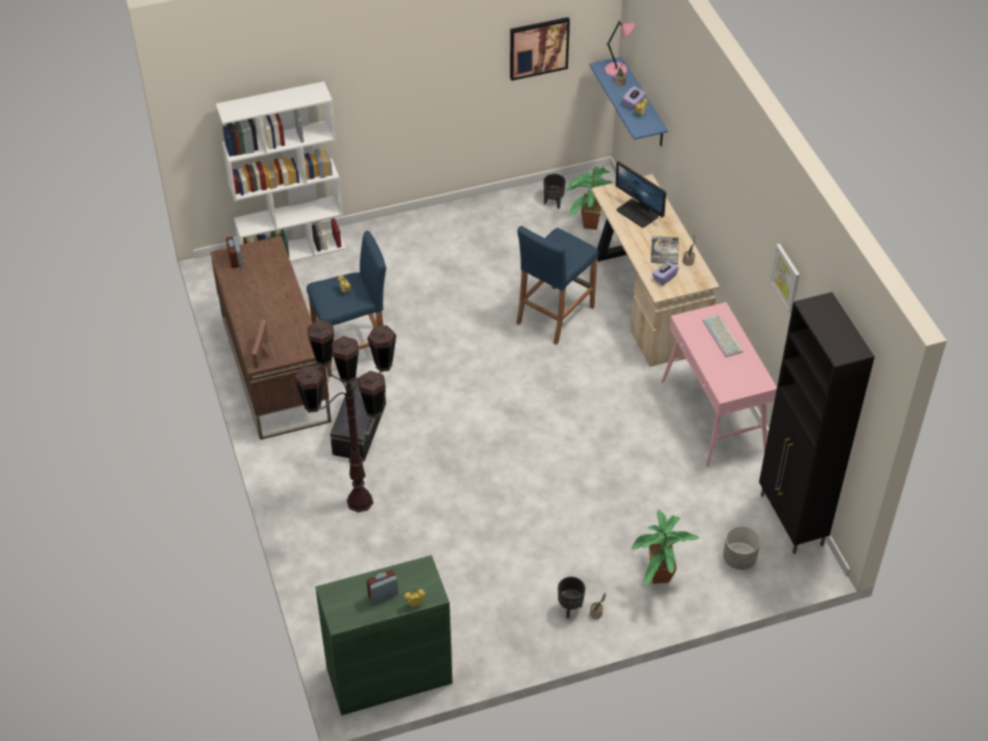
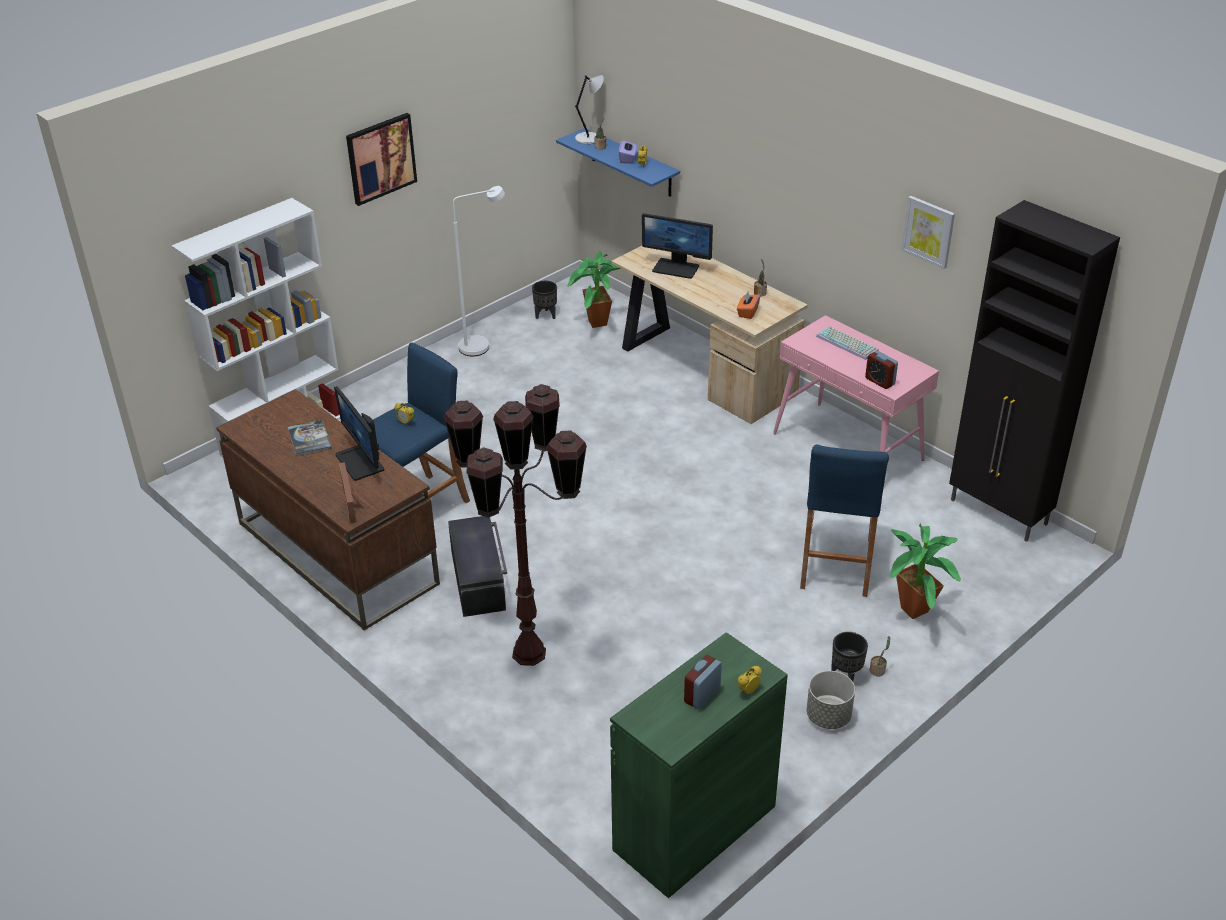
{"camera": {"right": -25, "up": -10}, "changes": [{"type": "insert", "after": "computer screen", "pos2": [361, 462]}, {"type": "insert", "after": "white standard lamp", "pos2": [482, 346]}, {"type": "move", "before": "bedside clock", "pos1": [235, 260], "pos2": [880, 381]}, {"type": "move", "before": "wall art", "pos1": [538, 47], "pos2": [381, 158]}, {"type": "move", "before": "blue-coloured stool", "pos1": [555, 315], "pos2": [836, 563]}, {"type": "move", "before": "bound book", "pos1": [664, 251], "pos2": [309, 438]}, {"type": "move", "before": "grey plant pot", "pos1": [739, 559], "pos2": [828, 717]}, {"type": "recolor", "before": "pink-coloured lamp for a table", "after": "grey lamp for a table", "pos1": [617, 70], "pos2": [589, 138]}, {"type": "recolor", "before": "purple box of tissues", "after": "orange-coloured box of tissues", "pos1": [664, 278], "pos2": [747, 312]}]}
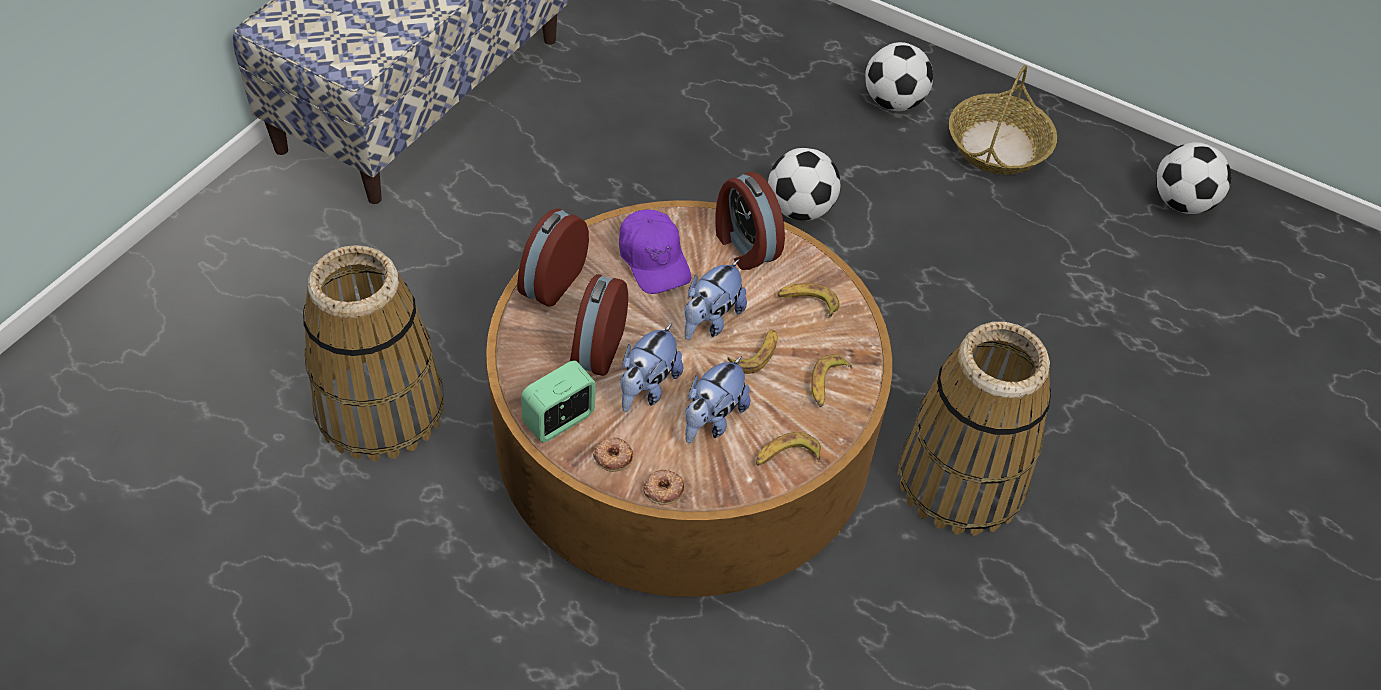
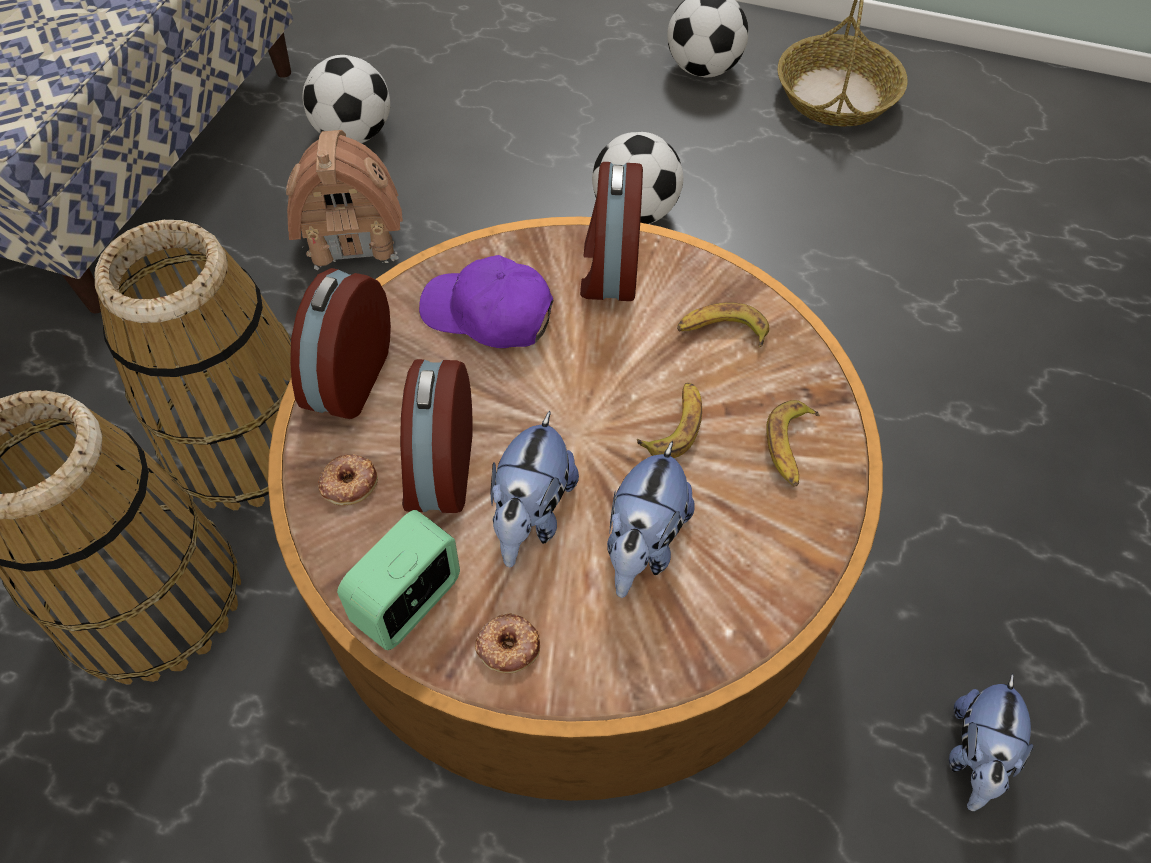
{"camera": {"right": -10, "up": 5}, "changes": [{"type": "delete", "before": "banana", "pos1": [786, 456]}, {"type": "insert", "after": "toy house", "pos2": [353, 236]}, {"type": "move", "before": "doughnut", "pos1": [663, 489], "pos2": [348, 482]}, {"type": "move", "before": "plush toy", "pos1": [711, 320], "pos2": [975, 755]}, {"type": "move", "before": "storage basket", "pos1": [961, 481], "pos2": [247, 441]}, {"type": "move", "before": "football ball", "pos1": [1181, 203], "pos2": [354, 134]}, {"type": "rotate", "before": "purple cap", "pos1": [654, 259], "pos2": [488, 314], "turn": 150}, {"type": "rotate", "before": "bedside clock", "pos1": [744, 246], "pos2": [609, 269], "turn": 45}]}
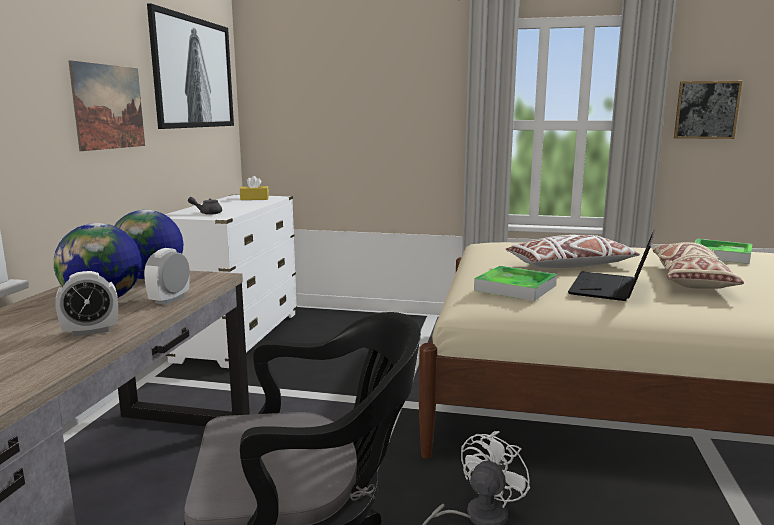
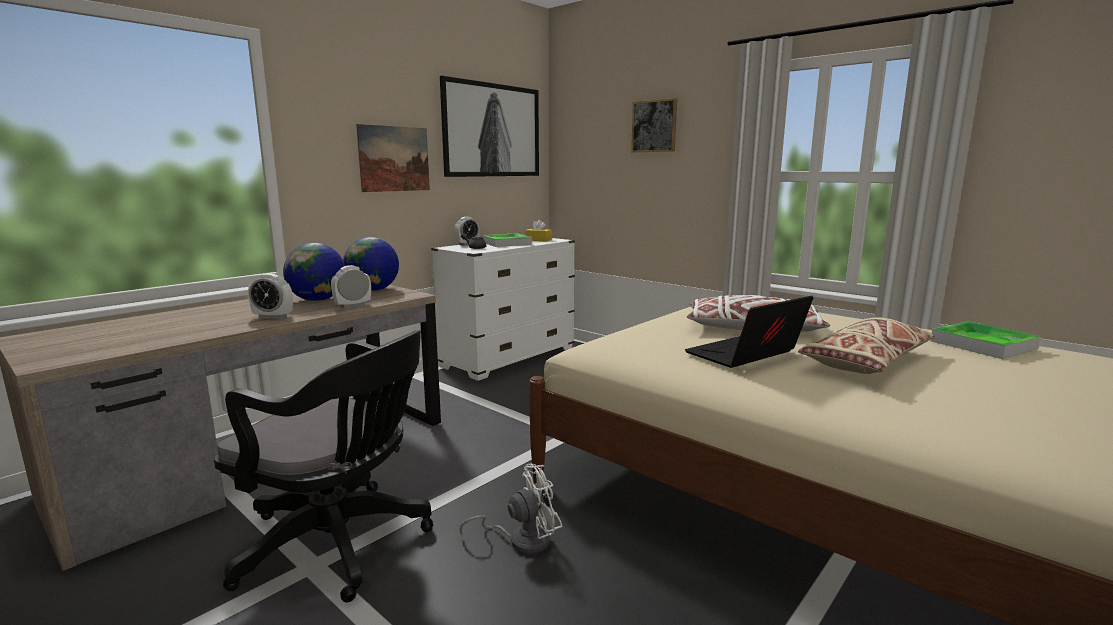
{"camera": {"right": 30, "up": 0}, "changes": [{"type": "insert", "after": "bedside clock", "pos2": [467, 244]}, {"type": "move", "before": "tray", "pos1": [515, 288], "pos2": [506, 243]}, {"type": "move", "before": "wall art", "pos1": [706, 110], "pos2": [654, 126]}]}
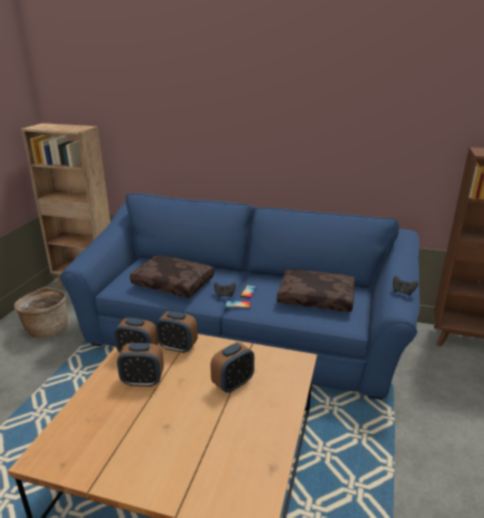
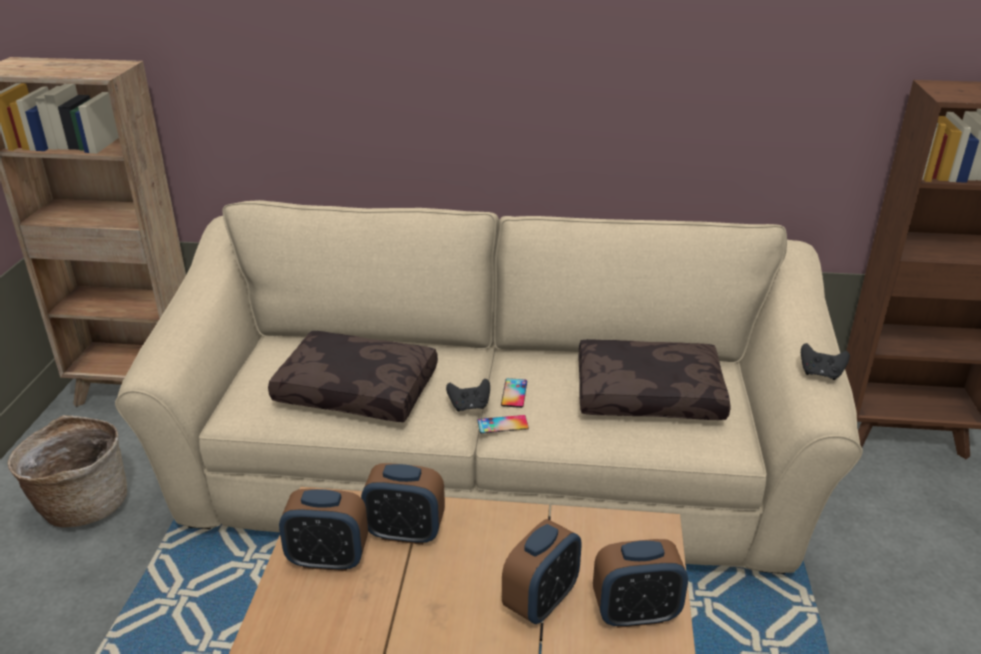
{"camera": {"right": -10, "up": 5}, "changes": [{"type": "move", "before": "bedside clock", "pos1": [142, 381], "pos2": [635, 613]}, {"type": "recolor", "before": "blue-coloured settee", "after": "sand-coloured settee", "pos1": [242, 334], "pos2": [491, 468]}]}
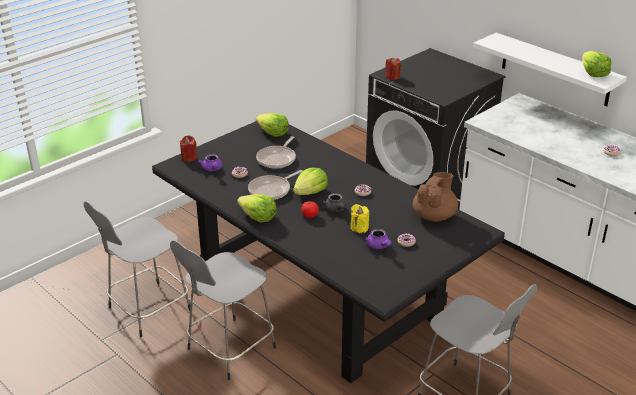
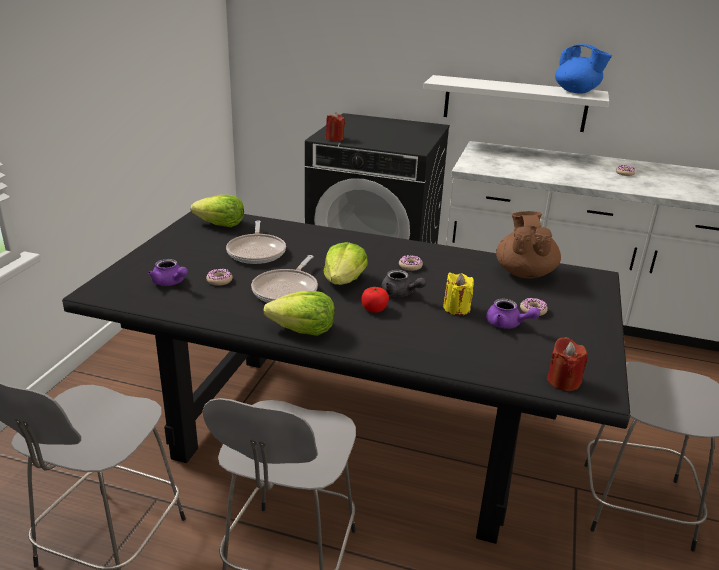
{"camera": {"right": -30, "up": -5}, "changes": [{"type": "move", "before": "red-coloured wax candle", "pos1": [189, 157], "pos2": [563, 381]}, {"type": "replace", "before": "head of lettuce", "after": "blue-coloured tea pot", "pos1": [593, 73], "pos2": [577, 92]}]}
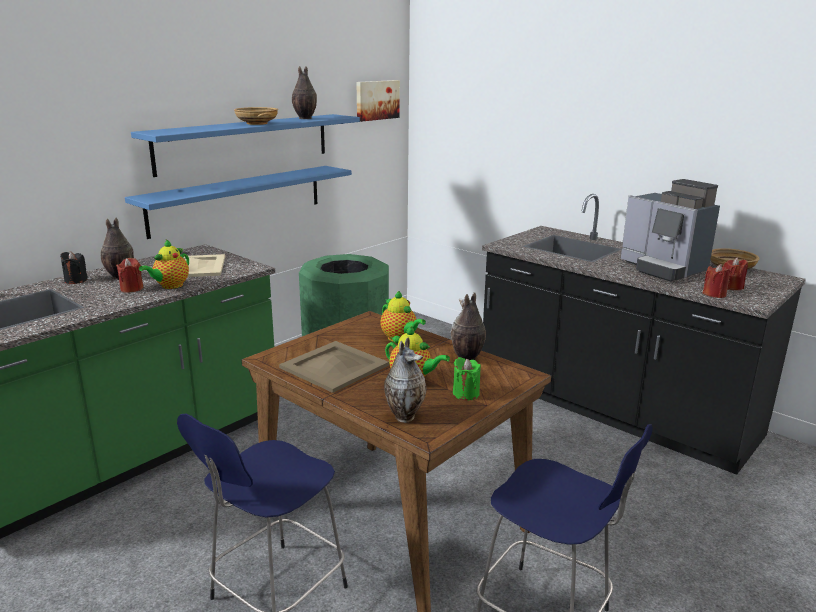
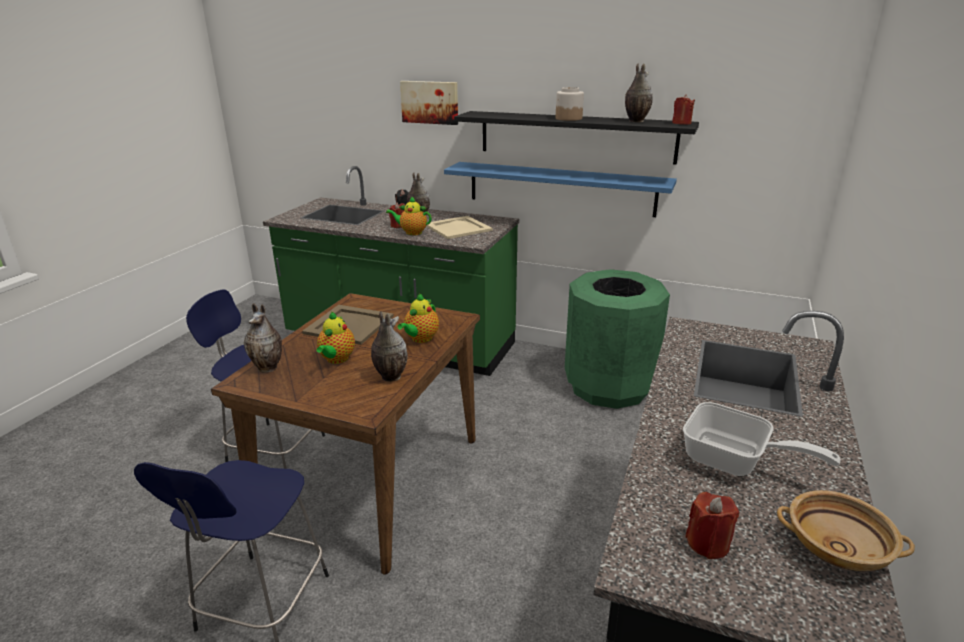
{"camera": {"right": 70, "up": 5}, "changes": [{"type": "delete", "before": "green-coloured wax candle", "pos1": [466, 394]}, {"type": "move", "before": "wall art", "pos1": [376, 100], "pos2": [430, 102]}, {"type": "move", "before": "red-coloured wax candle", "pos1": [714, 294], "pos2": [681, 123]}, {"type": "replace", "before": "sand-coloured serving bowl", "after": "preserve jar", "pos1": [256, 123], "pos2": [568, 118]}, {"type": "replace", "before": "coffee maker", "after": "skillet", "pos1": [663, 269], "pos2": [734, 461]}, {"type": "recolor", "before": "blue-coloured wall shelf", "after": "black wall shelf", "pos1": [245, 143], "pos2": [576, 136]}]}
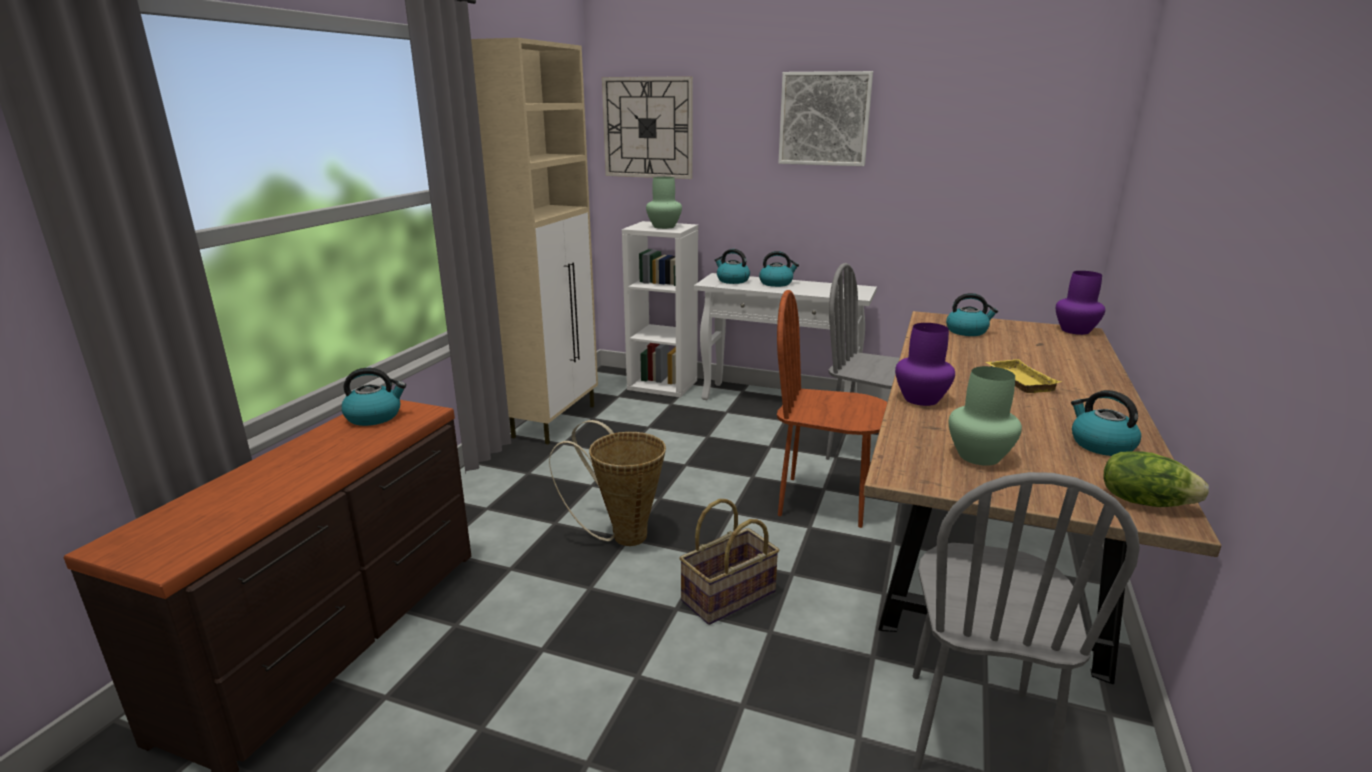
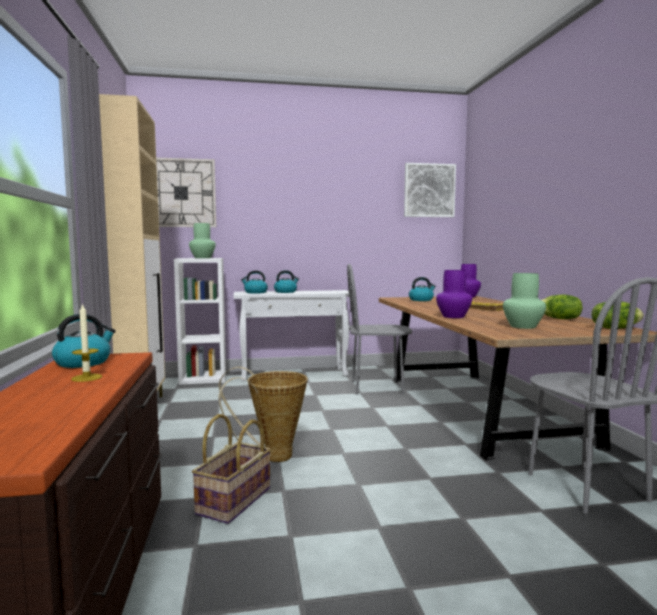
{"camera": {"right": -30, "up": -15}, "changes": [{"type": "delete", "before": "brownish upright chair", "pos1": [824, 502]}, {"type": "insert", "after": "wax candle", "pos2": [86, 377]}, {"type": "move", "before": "storage basket", "pos1": [729, 597], "pos2": [235, 501]}, {"type": "move", "before": "wall art", "pos1": [824, 119], "pos2": [429, 190]}, {"type": "replace", "before": "tea kettle", "after": "head of lettuce", "pos1": [1101, 445], "pos2": [559, 319]}]}
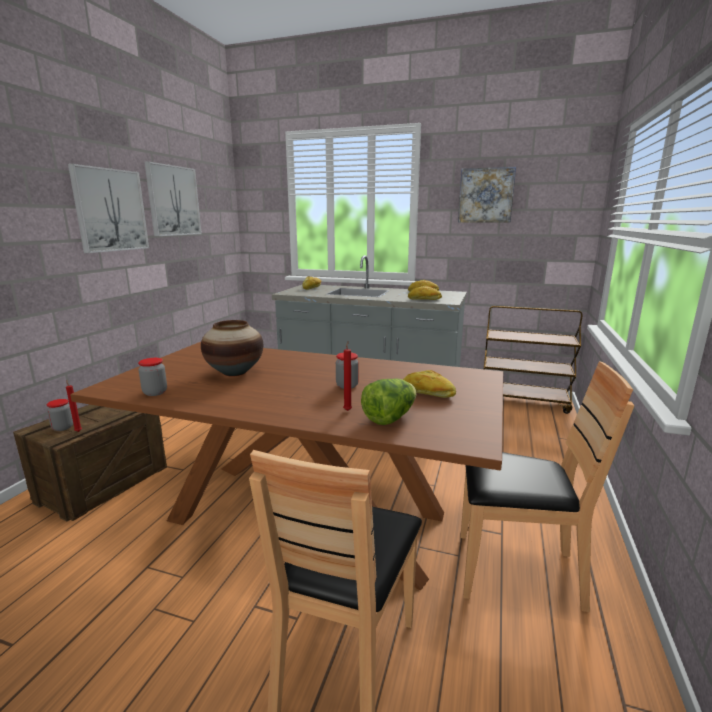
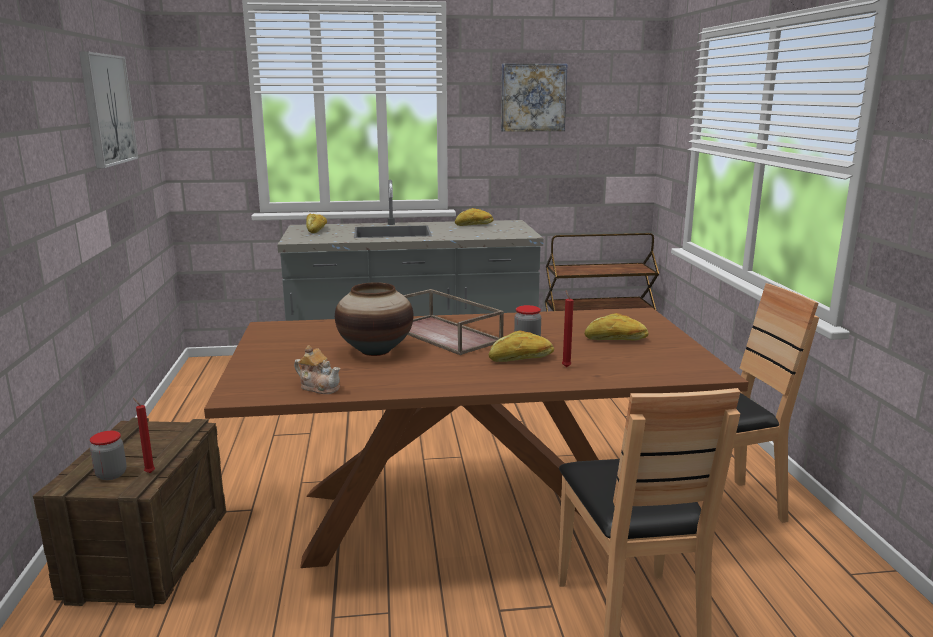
{"camera": {"right": -25, "up": 0}, "changes": [{"type": "delete", "before": "wall art", "pos1": [110, 210]}, {"type": "delete", "before": "head of lettuce", "pos1": [389, 418]}, {"type": "insert", "after": "brownish tray", "pos2": [446, 334]}, {"type": "move", "before": "bakery bread", "pos1": [424, 299], "pos2": [521, 359]}, {"type": "replace", "before": "preserve jar", "after": "tea pot", "pos1": [155, 392], "pos2": [319, 387]}]}
